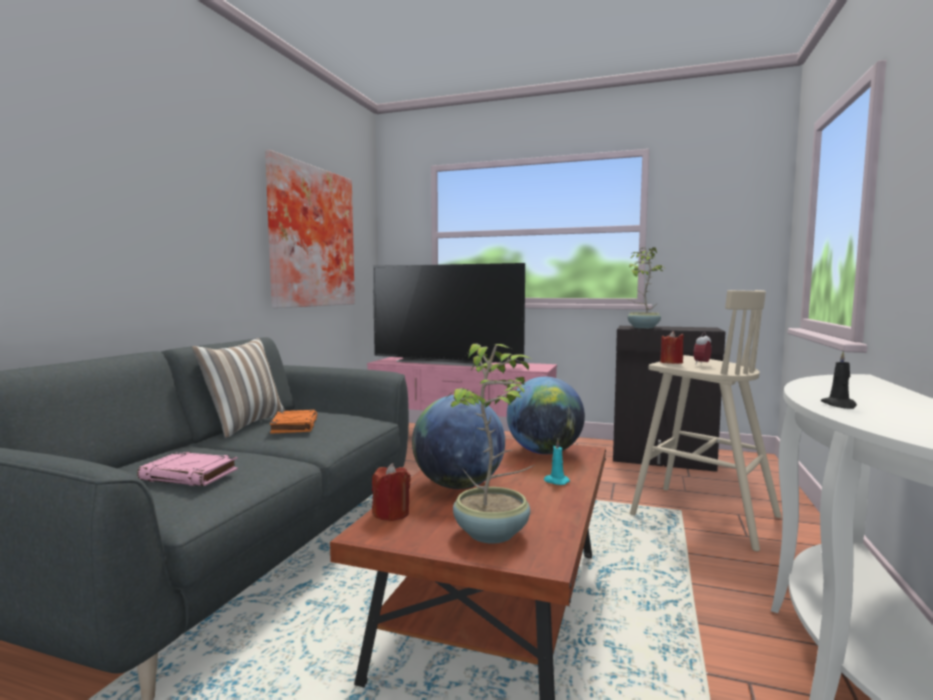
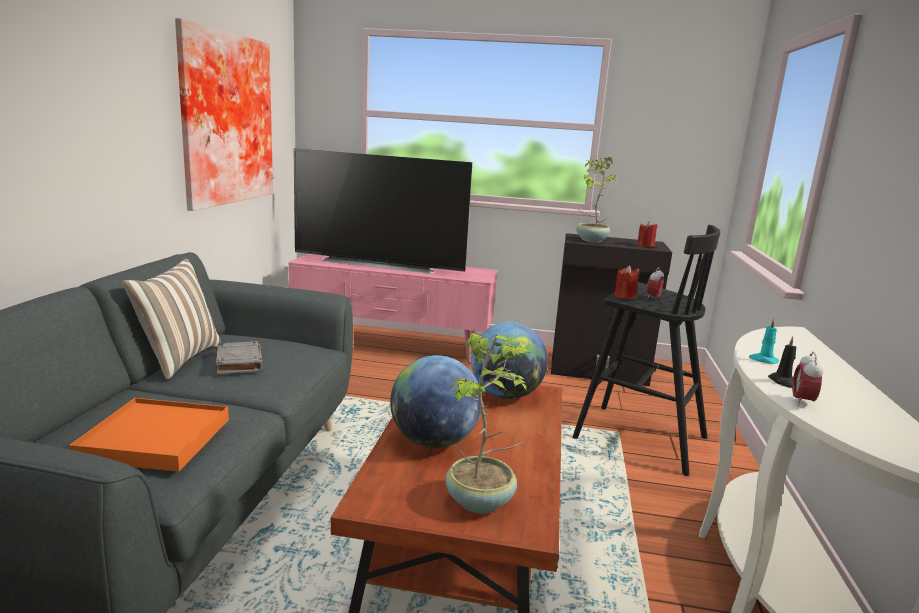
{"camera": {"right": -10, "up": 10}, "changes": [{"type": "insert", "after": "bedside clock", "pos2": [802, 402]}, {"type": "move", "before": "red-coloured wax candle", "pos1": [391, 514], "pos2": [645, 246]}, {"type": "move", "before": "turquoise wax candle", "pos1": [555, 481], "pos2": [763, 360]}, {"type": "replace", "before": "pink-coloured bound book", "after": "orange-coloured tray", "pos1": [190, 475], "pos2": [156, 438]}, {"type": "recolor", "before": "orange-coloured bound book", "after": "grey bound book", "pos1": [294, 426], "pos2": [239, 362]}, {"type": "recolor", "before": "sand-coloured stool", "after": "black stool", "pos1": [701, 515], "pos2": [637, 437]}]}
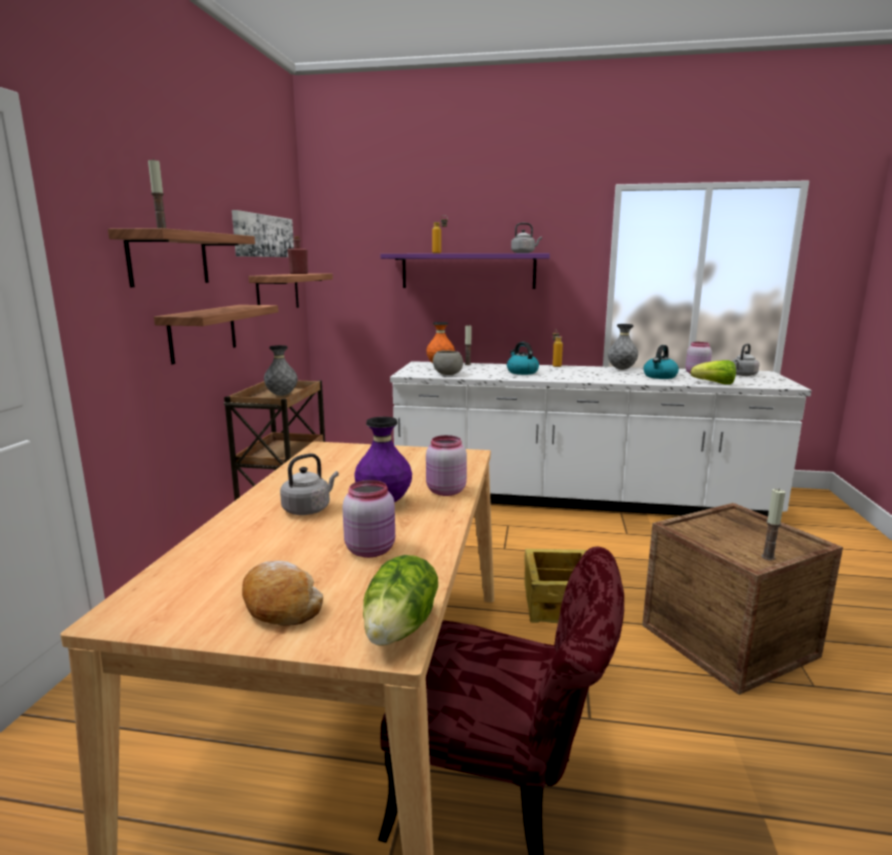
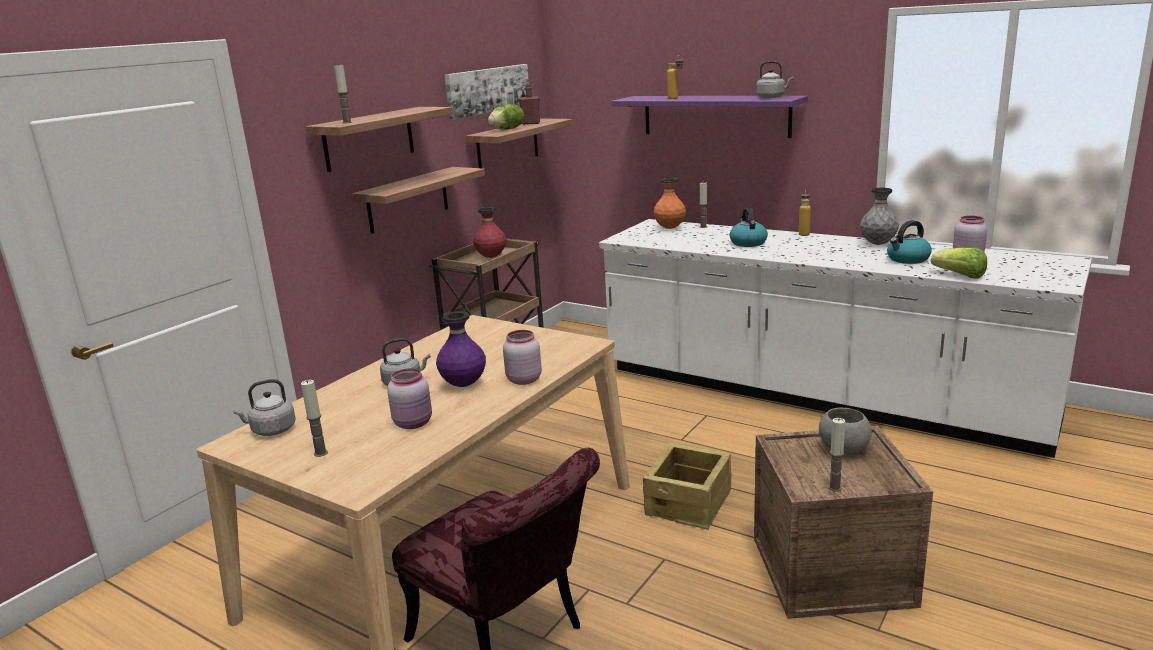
{"camera": {"right": 25, "up": 5}, "changes": [{"type": "move", "before": "head of lettuce", "pos1": [401, 628], "pos2": [507, 129]}, {"type": "move", "before": "grey serving bowl", "pos1": [447, 374], "pos2": [843, 449]}, {"type": "move", "before": "grey tea kettle", "pos1": [743, 375], "pos2": [271, 430]}, {"type": "replace", "before": "bakery bread", "after": "wax candle", "pos1": [280, 605], "pos2": [320, 453]}, {"type": "recolor", "before": "grey vase", "after": "red-coloured vase", "pos1": [281, 395], "pos2": [491, 257]}]}
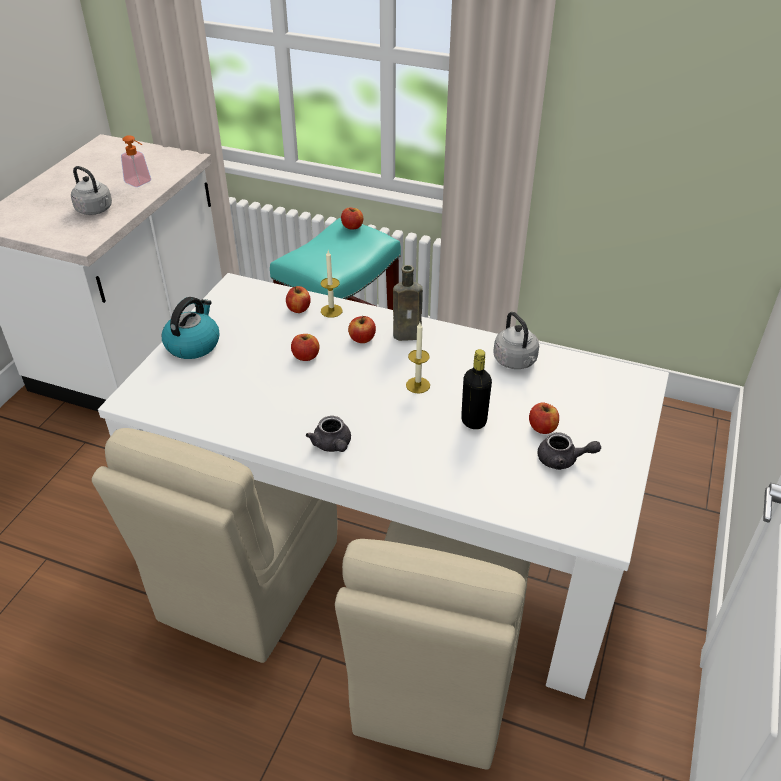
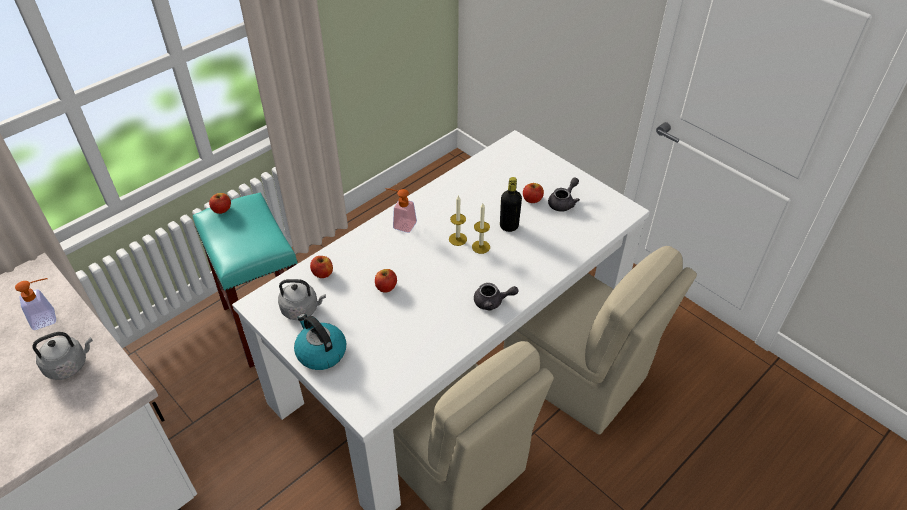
{"camera": {"right": -65, "up": 5}, "changes": [{"type": "delete", "before": "apple", "pos1": [362, 339]}, {"type": "move", "before": "wax candle", "pos1": [331, 311], "pos2": [481, 247]}, {"type": "move", "before": "grey tea kettle", "pos1": [516, 362], "pos2": [302, 309]}, {"type": "replace", "before": "brownish beverage bottle", "after": "liquid soap bottle", "pos1": [409, 335], "pos2": [401, 224]}]}
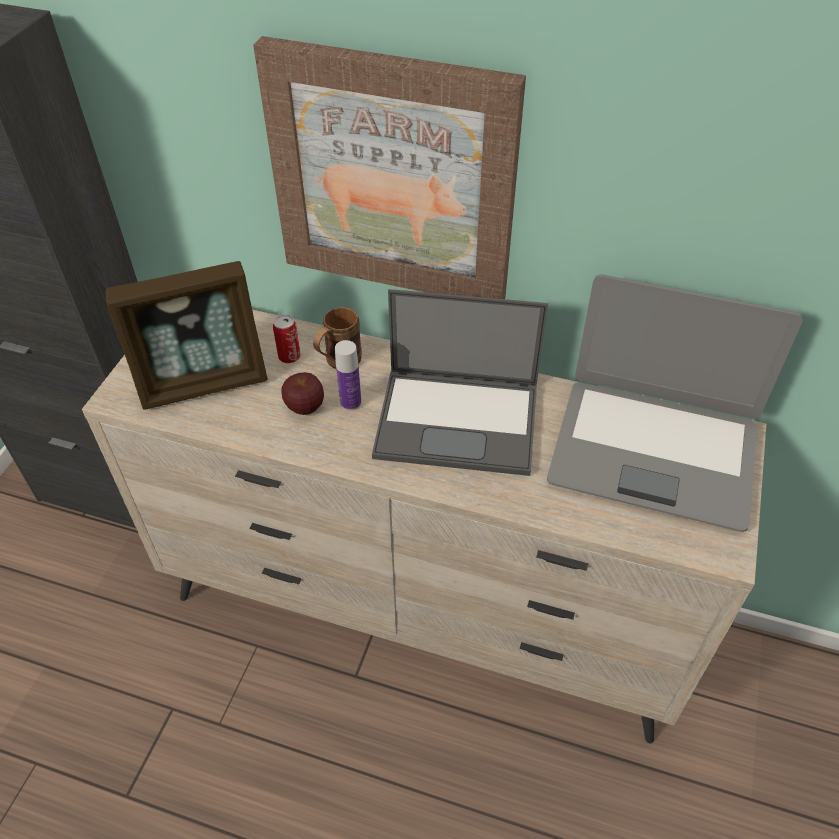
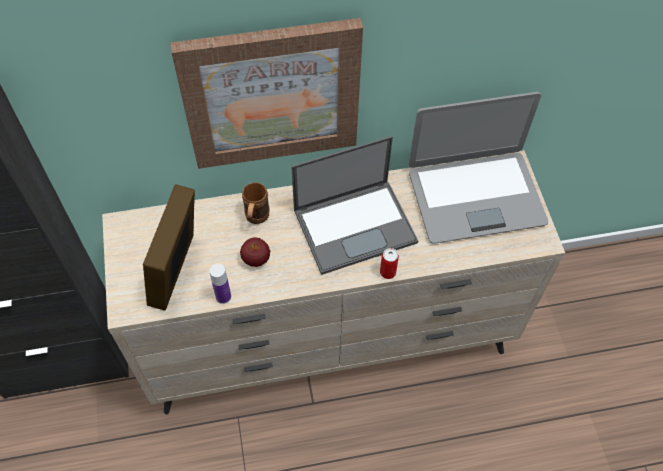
{"camera": {"right": -30, "up": 10}, "changes": [{"type": "move", "before": "can", "pos1": [289, 356], "pos2": [388, 272]}, {"type": "move", "before": "beverage bottle", "pos1": [350, 403], "pos2": [223, 296]}, {"type": "rotate", "before": "picture frame", "pos1": [204, 382], "pos2": [177, 272], "turn": 150}]}
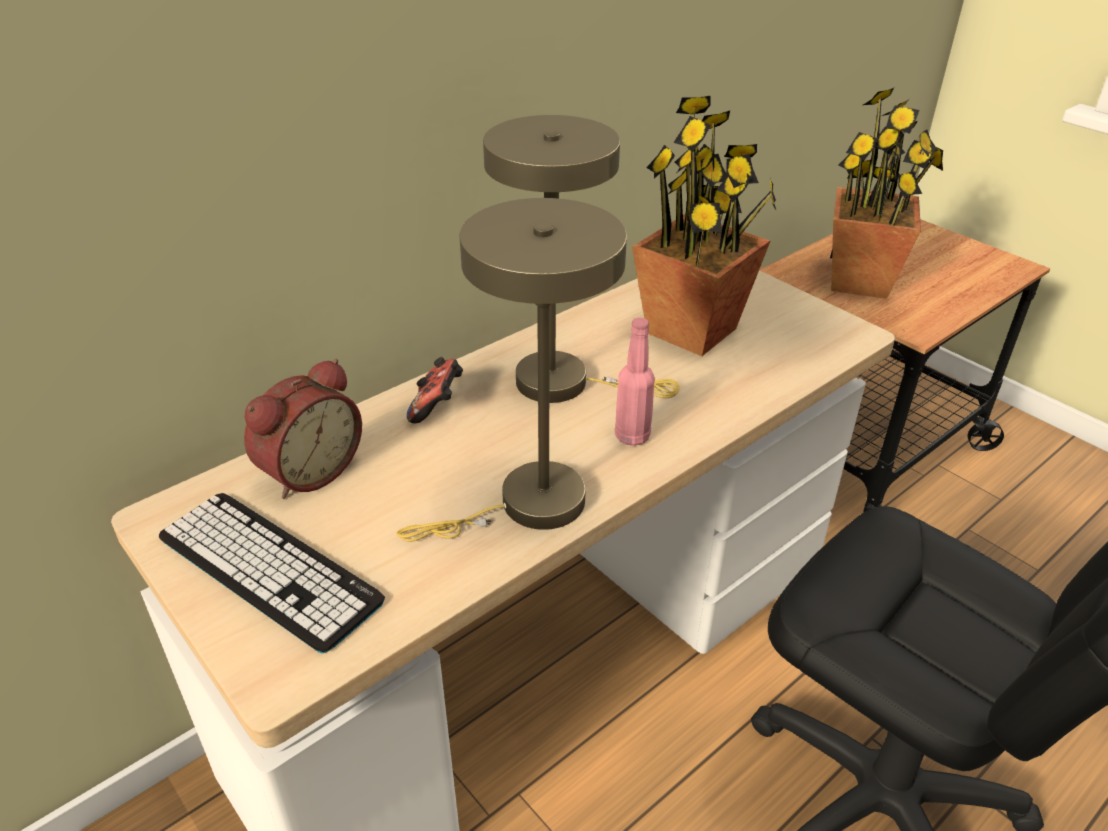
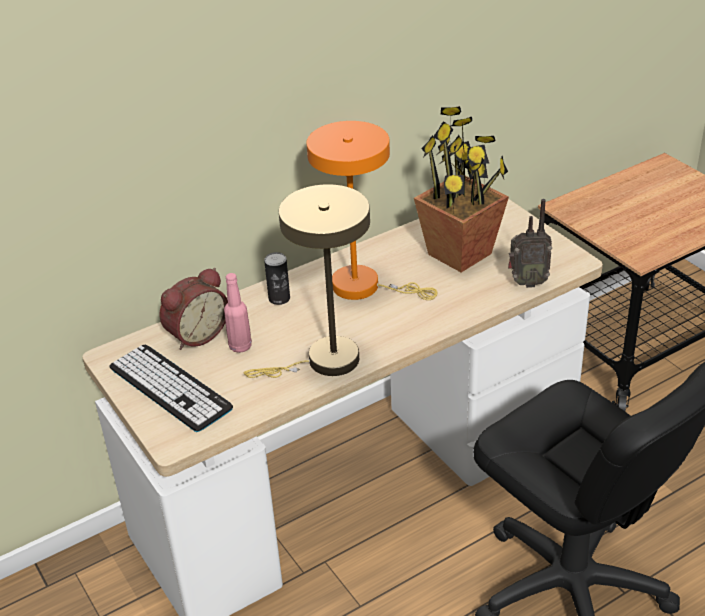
{"camera": {"right": 10, "up": 0}, "changes": [{"type": "delete", "before": "houseplant", "pos1": [859, 281]}, {"type": "insert", "after": "radio", "pos2": [526, 282]}, {"type": "move", "before": "pink-coloured beverage bottle", "pos1": [632, 436], "pos2": [240, 346]}, {"type": "replace", "before": "gamepad", "after": "can", "pos1": [437, 407], "pos2": [279, 298]}, {"type": "recolor", "before": "sand-coloured lamp for a table", "after": "orange-coloured lamp for a table", "pos1": [565, 382], "pos2": [364, 286]}]}
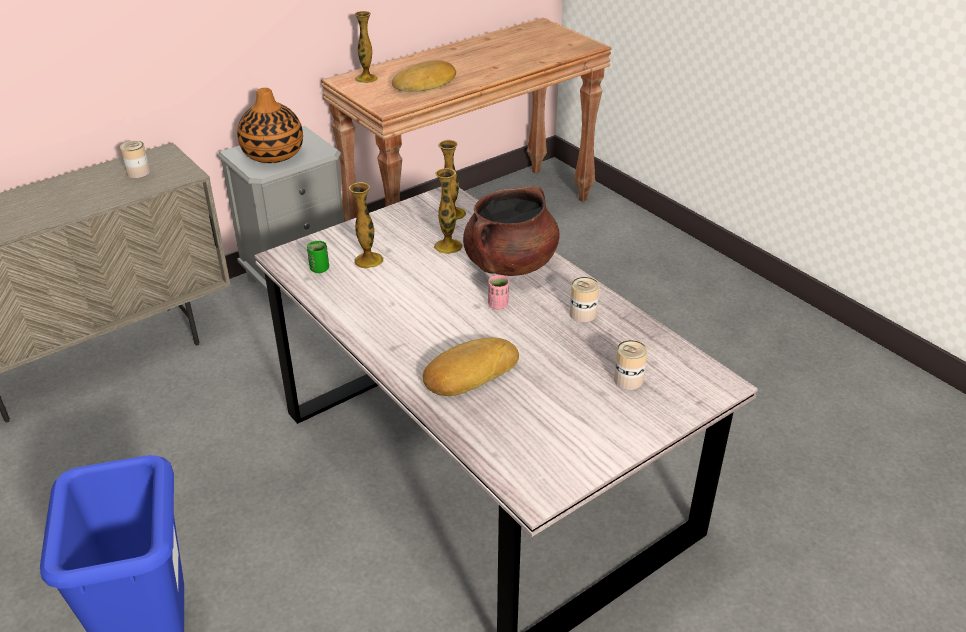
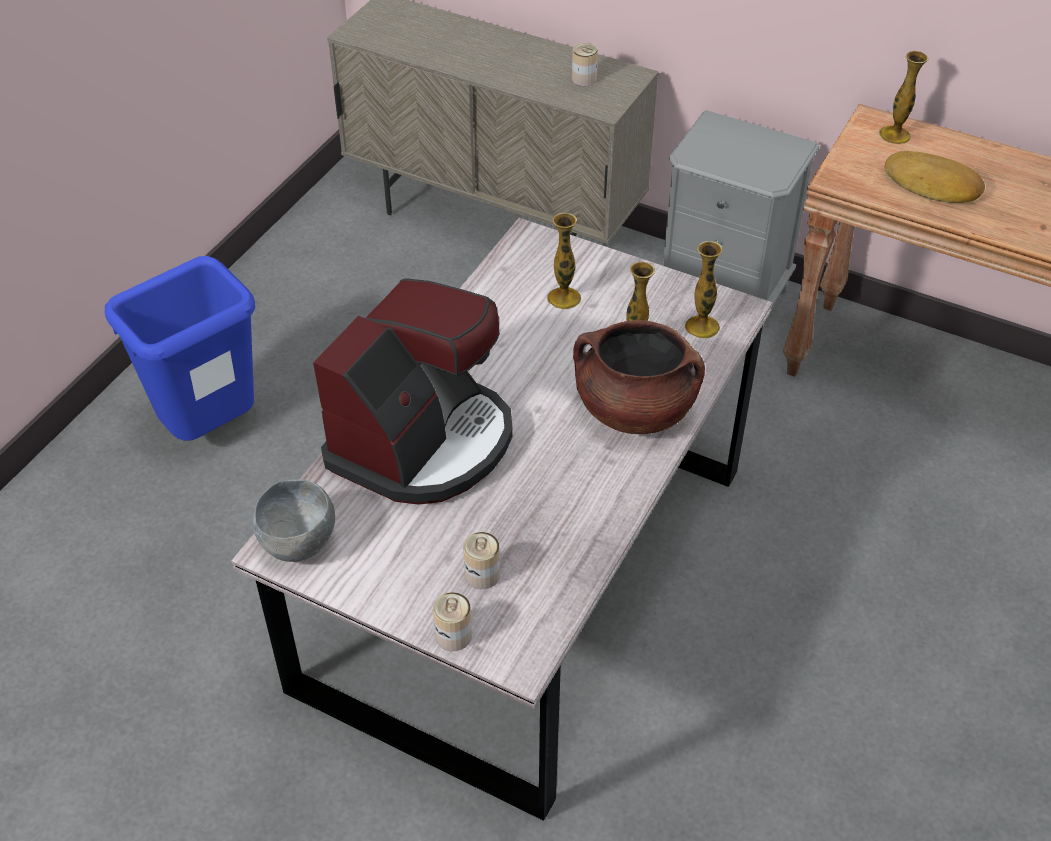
{"camera": {"right": 65, "up": 10}, "changes": [{"type": "delete", "before": "vase", "pos1": [273, 154]}, {"type": "delete", "before": "green-coloured drinking cup", "pos1": [319, 269]}, {"type": "delete", "before": "pink-coloured drinking cup", "pos1": [498, 305]}, {"type": "insert", "after": "grey serving bowl", "pos2": [299, 543]}, {"type": "move", "before": "can", "pos1": [583, 314], "pos2": [453, 635]}, {"type": "replace", "before": "bakery bread", "after": "coffee maker", "pos1": [469, 372], "pos2": [423, 442]}]}
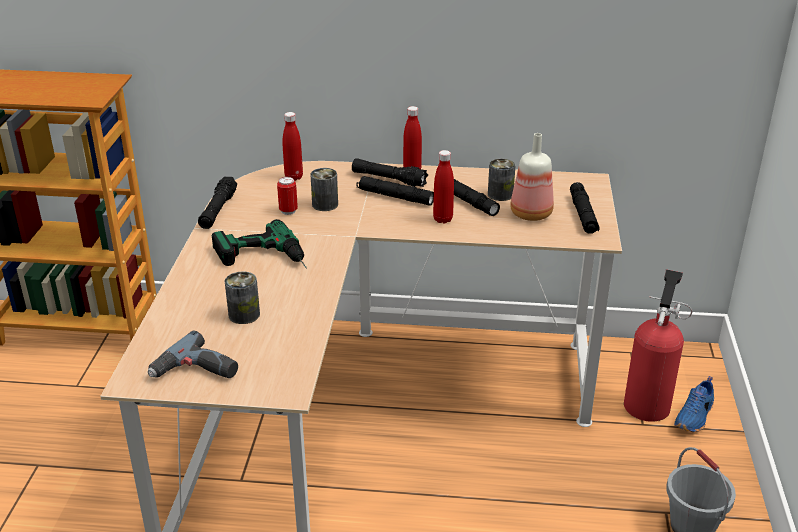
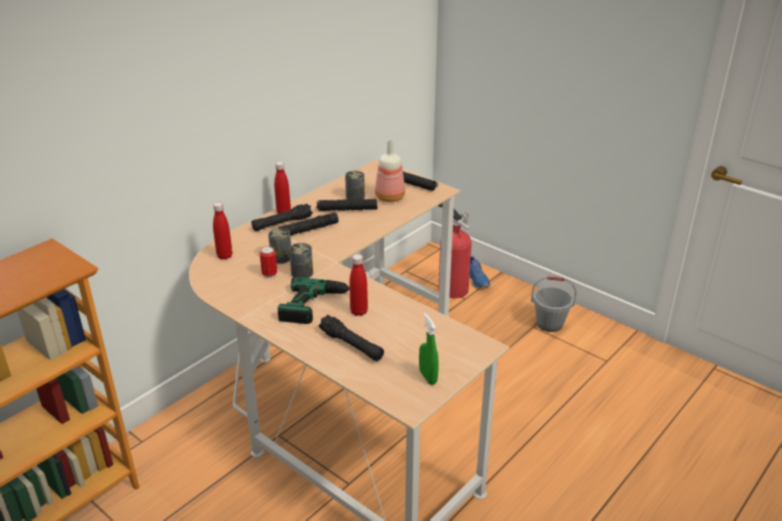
{"camera": {"right": -55, "up": 0}, "changes": [{"type": "move", "before": "black hand torch", "pos1": [218, 210], "pos2": [351, 345]}, {"type": "move", "before": "can", "pos1": [244, 314], "pos2": [302, 273]}, {"type": "move", "before": "red-coloured beverage bottle", "pos1": [443, 219], "pos2": [359, 312]}, {"type": "replace", "before": "power drill", "after": "green-coloured spray bottle", "pos1": [195, 372], "pos2": [428, 377]}]}
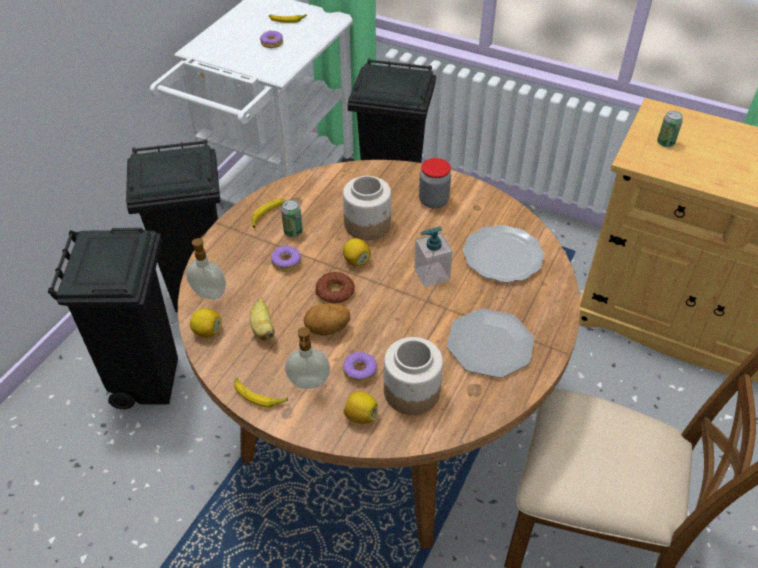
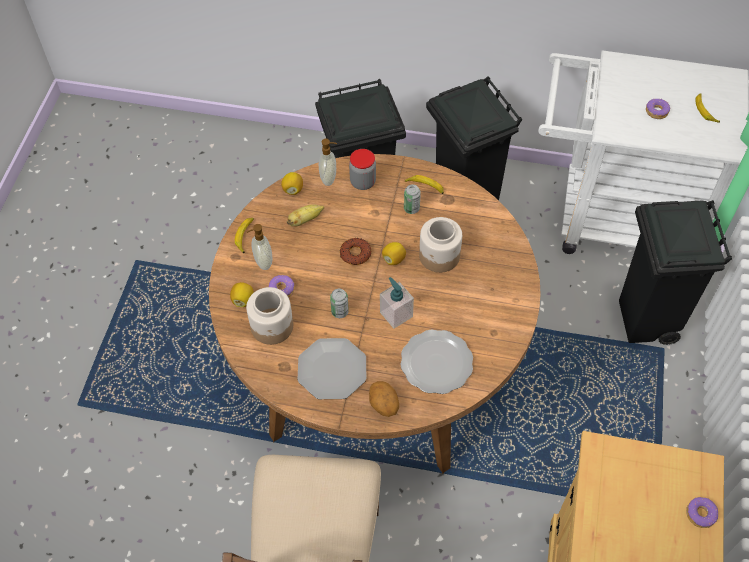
{"camera": {"right": 75, "up": 10}, "changes": [{"type": "move", "before": "doughnut", "pos1": [286, 262], "pos2": [700, 514]}, {"type": "move", "before": "whole potato", "pos1": [327, 329], "pos2": [383, 405]}, {"type": "move", "before": "preserve jar", "pos1": [433, 201], "pos2": [363, 182]}, {"type": "move", "before": "can", "pos1": [665, 143], "pos2": [340, 312]}]}
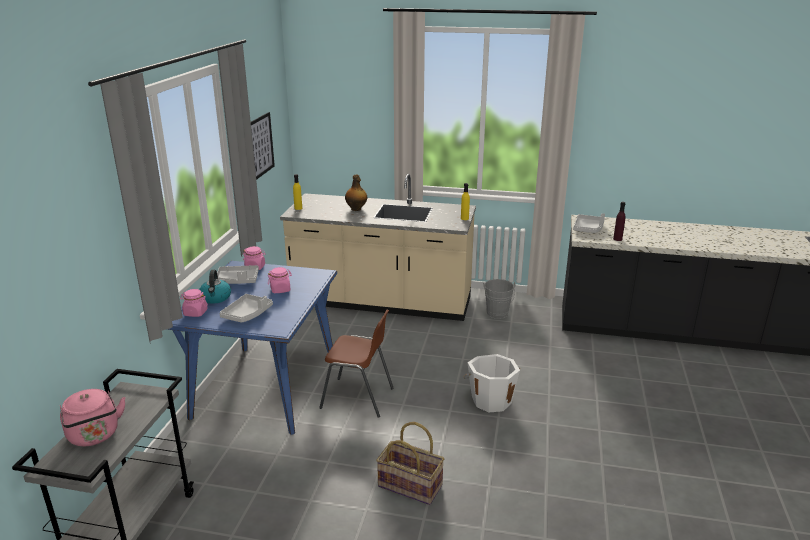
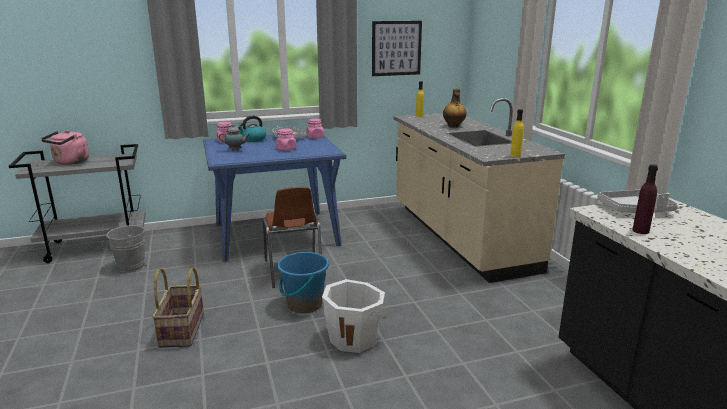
{"camera": {"right": 60, "up": -5}, "changes": [{"type": "insert", "after": "blue-coloured pail", "pos2": [304, 304]}, {"type": "move", "before": "grey pail", "pos1": [497, 314], "pos2": [128, 267]}, {"type": "replace", "before": "grey tray", "after": "tea pot", "pos1": [247, 314], "pos2": [236, 150]}]}
